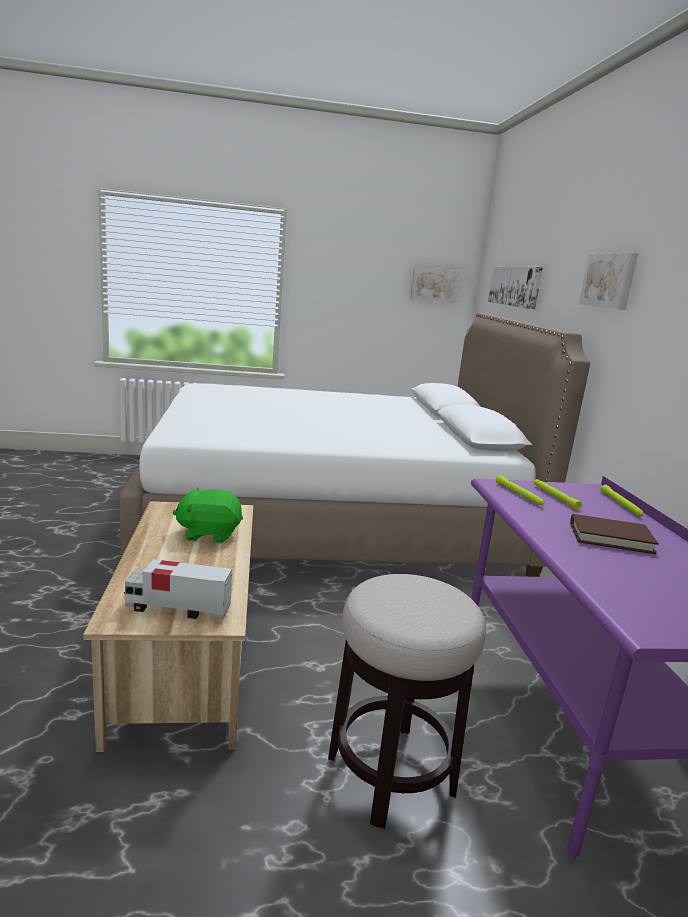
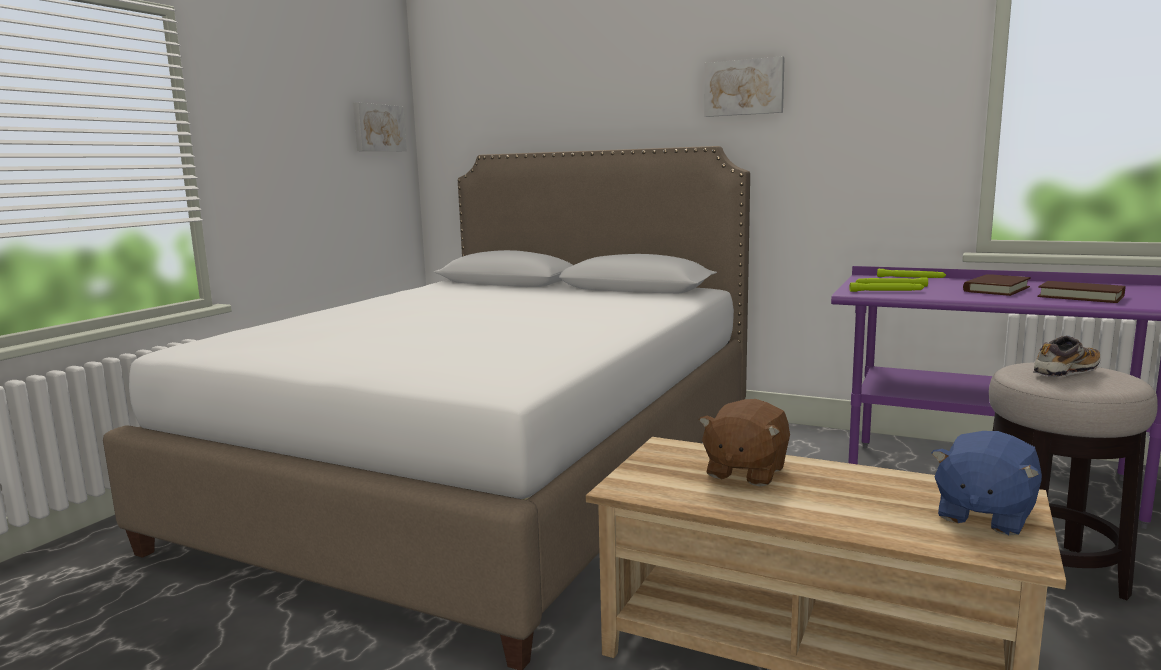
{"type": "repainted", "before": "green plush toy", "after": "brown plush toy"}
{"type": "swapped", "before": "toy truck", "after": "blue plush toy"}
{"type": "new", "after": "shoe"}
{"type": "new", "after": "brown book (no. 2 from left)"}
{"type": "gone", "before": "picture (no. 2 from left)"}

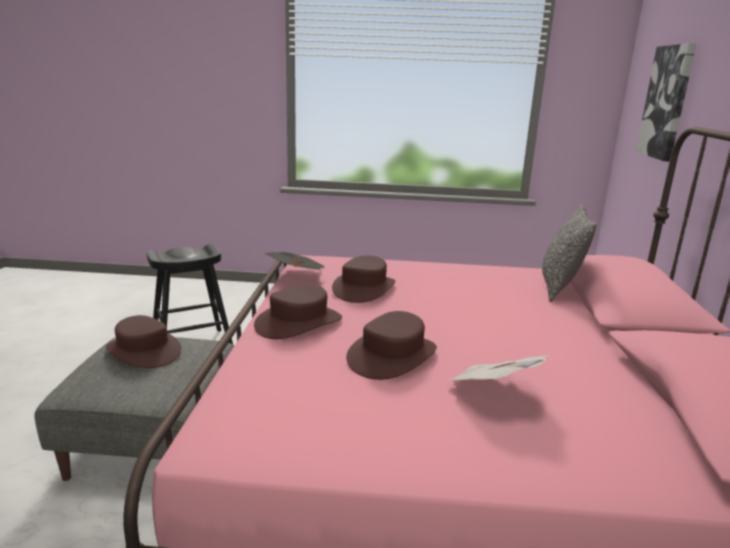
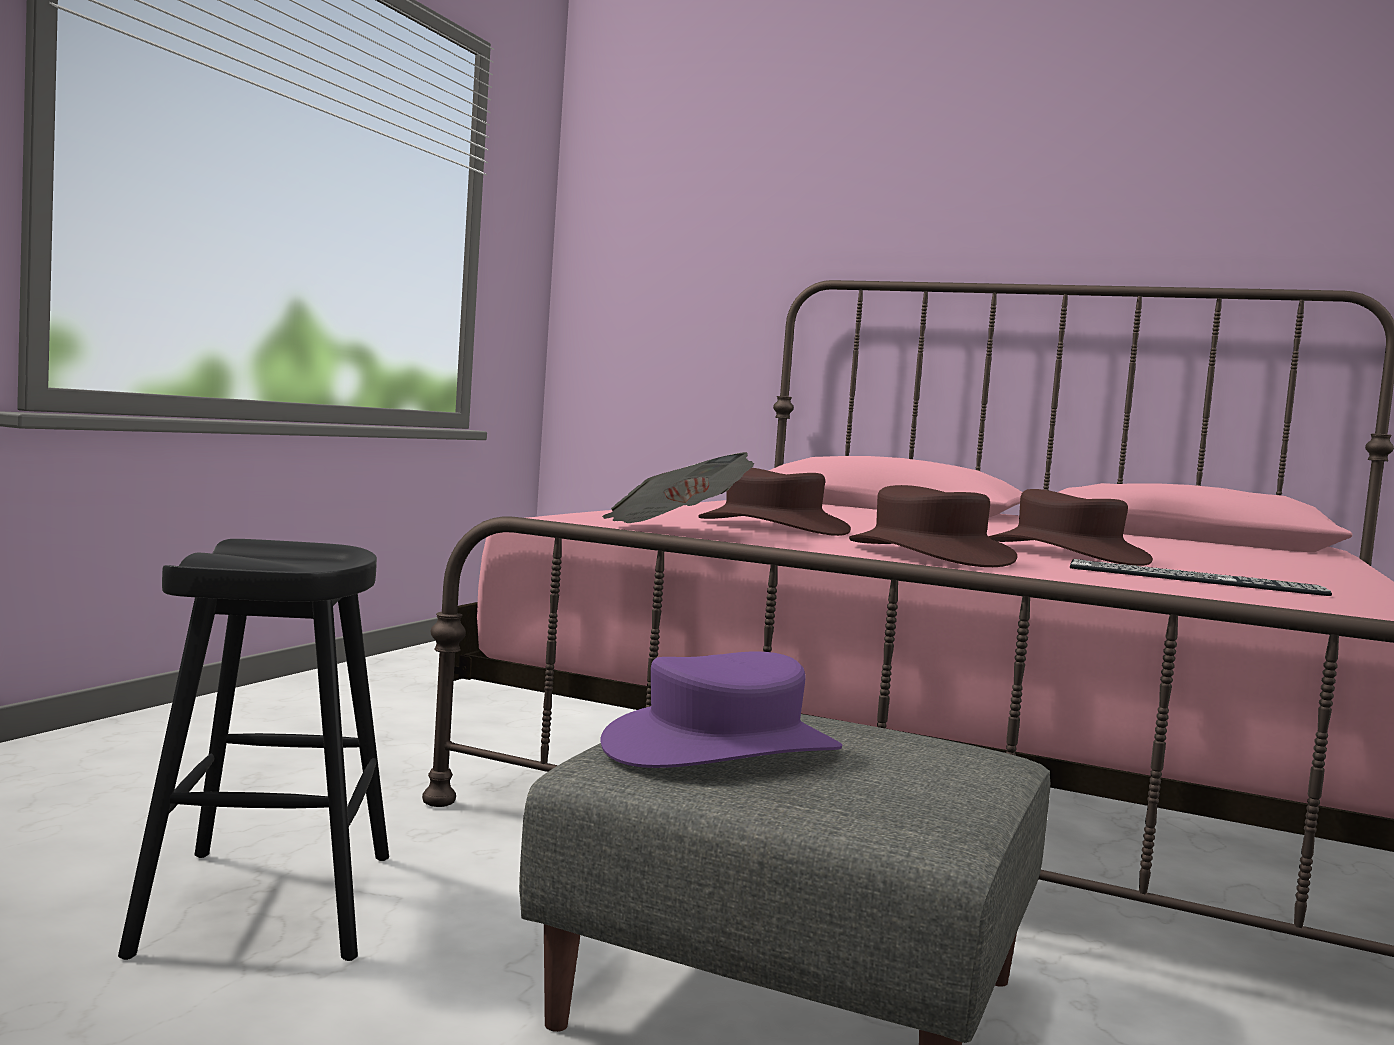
{"type": "repainted", "before": "brown hat (no. 1 from left)", "after": "purple hat"}
{"type": "new", "after": "keyboard"}
{"type": "gone", "before": "newspaper (no. 2 from left)"}
{"type": "gone", "before": "pillow"}
{"type": "gone", "before": "picture"}

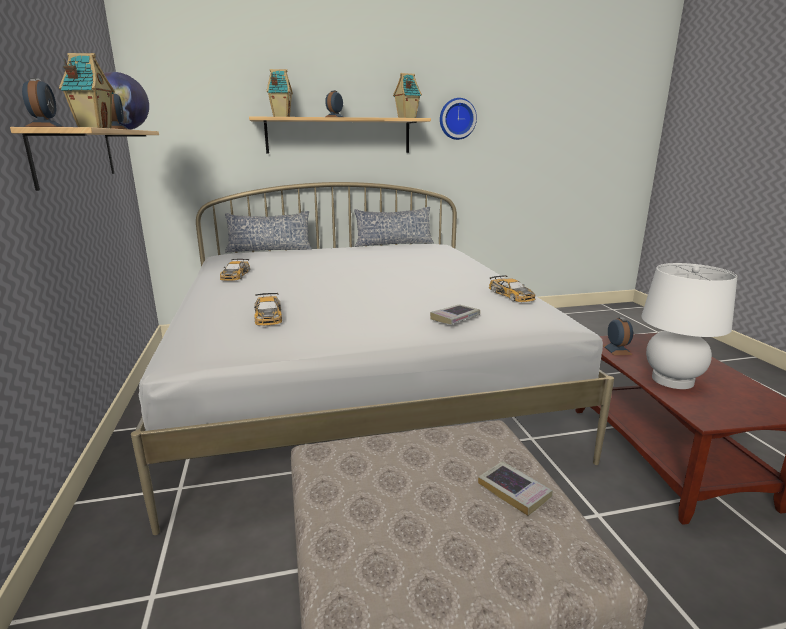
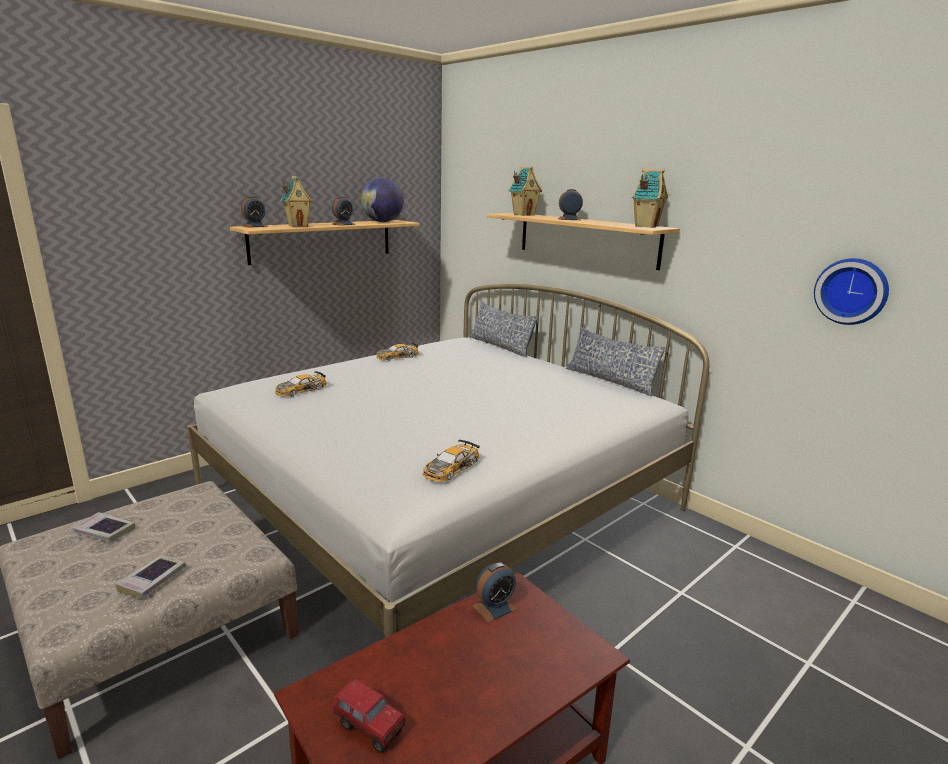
{"type": "shifted", "before": "book (no. 1 from left)"}
{"type": "new", "after": "toy truck"}
{"type": "shifted", "before": "wall clock"}
{"type": "gone", "before": "white table lamp"}

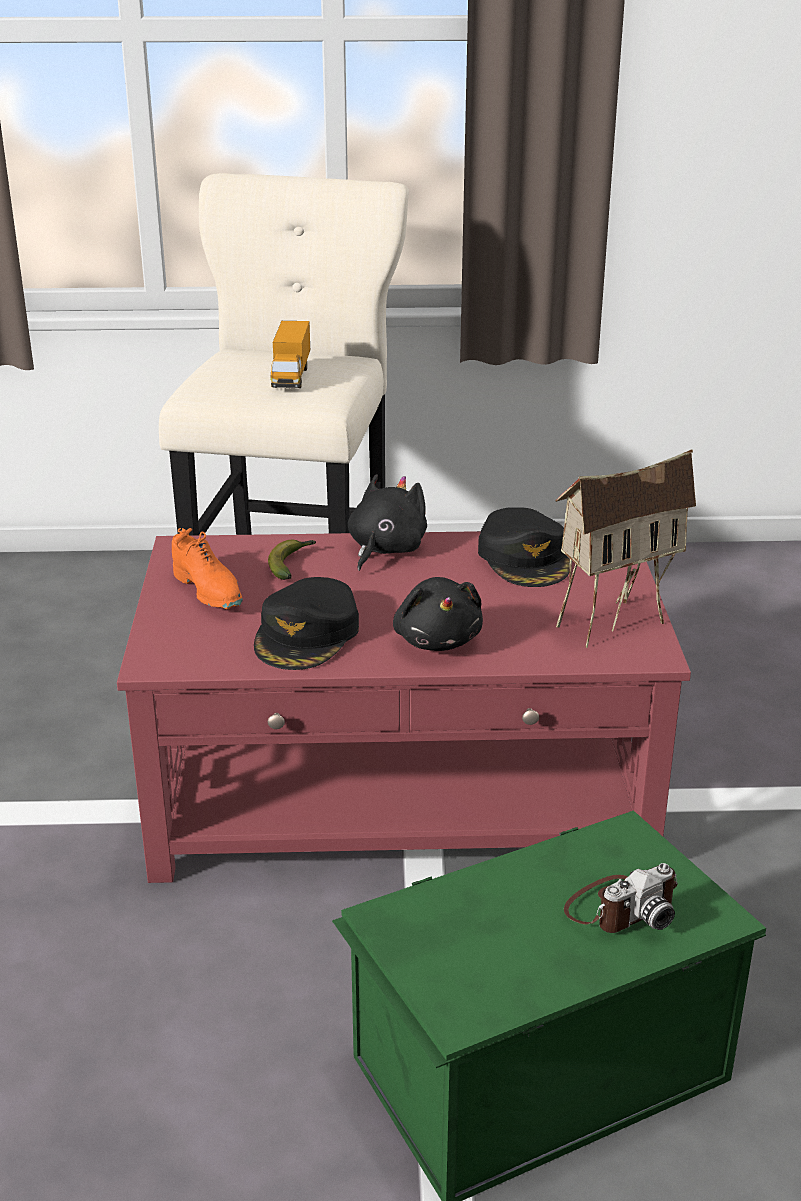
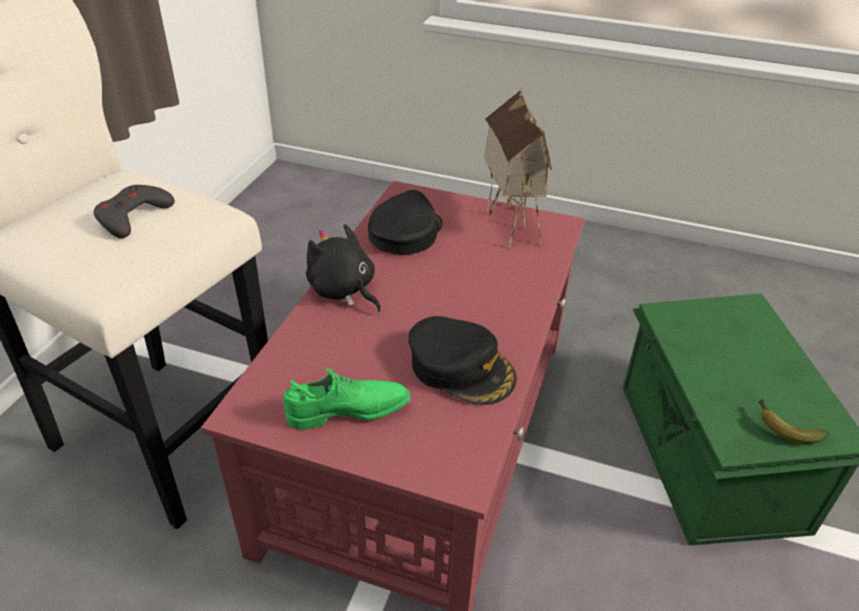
{"type": "swapped", "before": "toy truck", "after": "grey game controller"}
{"type": "repainted", "before": "orange shoe", "after": "green shoe"}
{"type": "rotated", "before": "black cap (no. 2 from left in the first image)", "turn": -75}
{"type": "shifted", "before": "banana"}
{"type": "gone", "before": "black plush toy (no. 2 from left)"}
{"type": "gone", "before": "photo camera"}

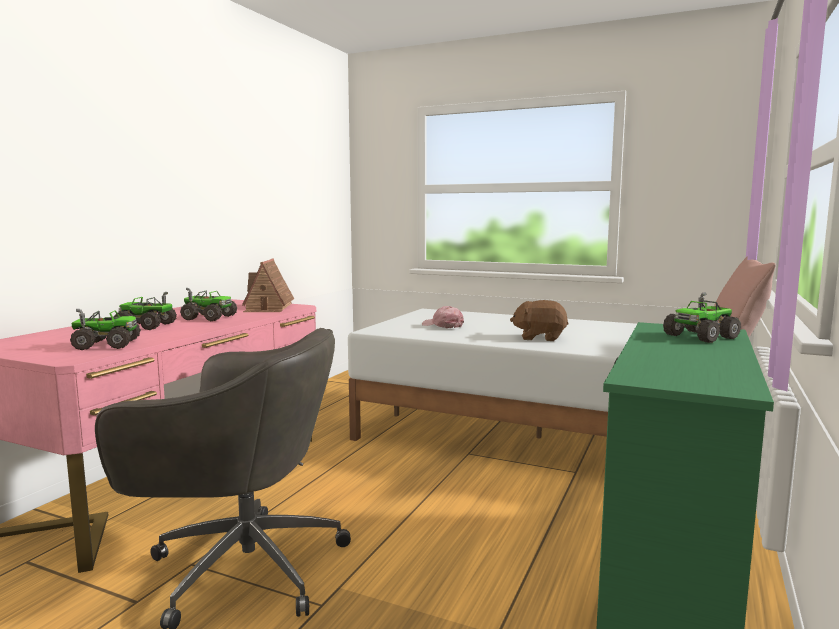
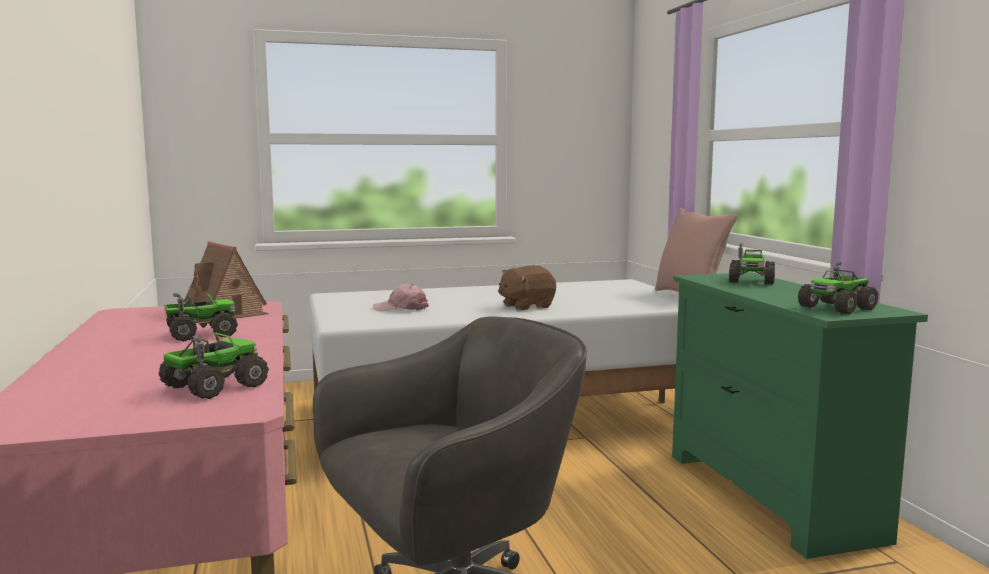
{"type": "shifted", "before": "toy truck (no. 2 from left in the first image)", "after": "toy truck (no. 4 from left)"}

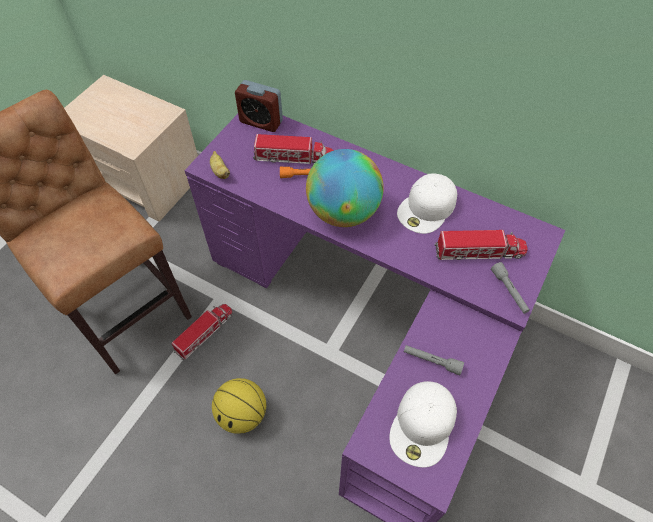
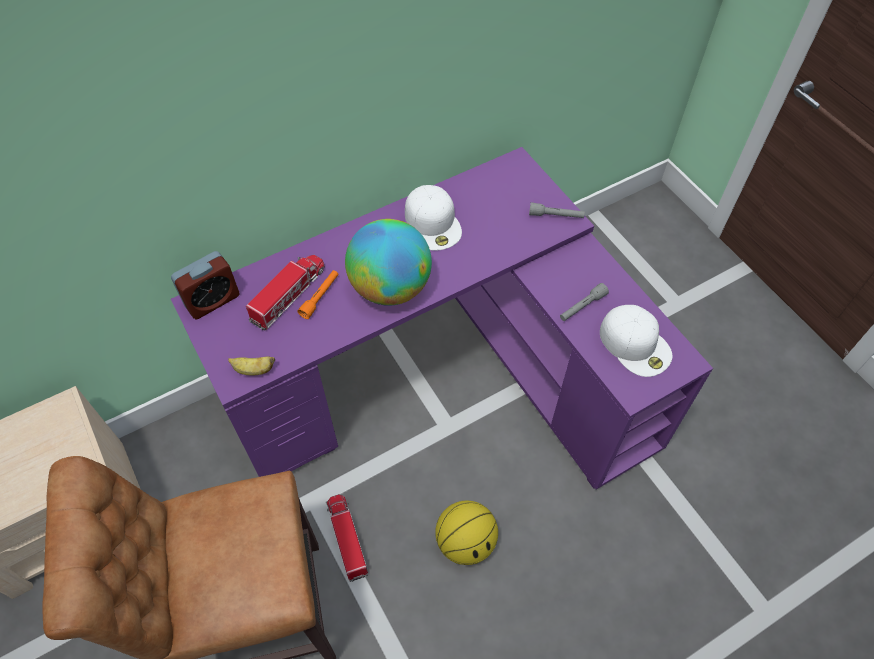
{"type": "gone", "before": "toy truck (no. 3 from left)"}

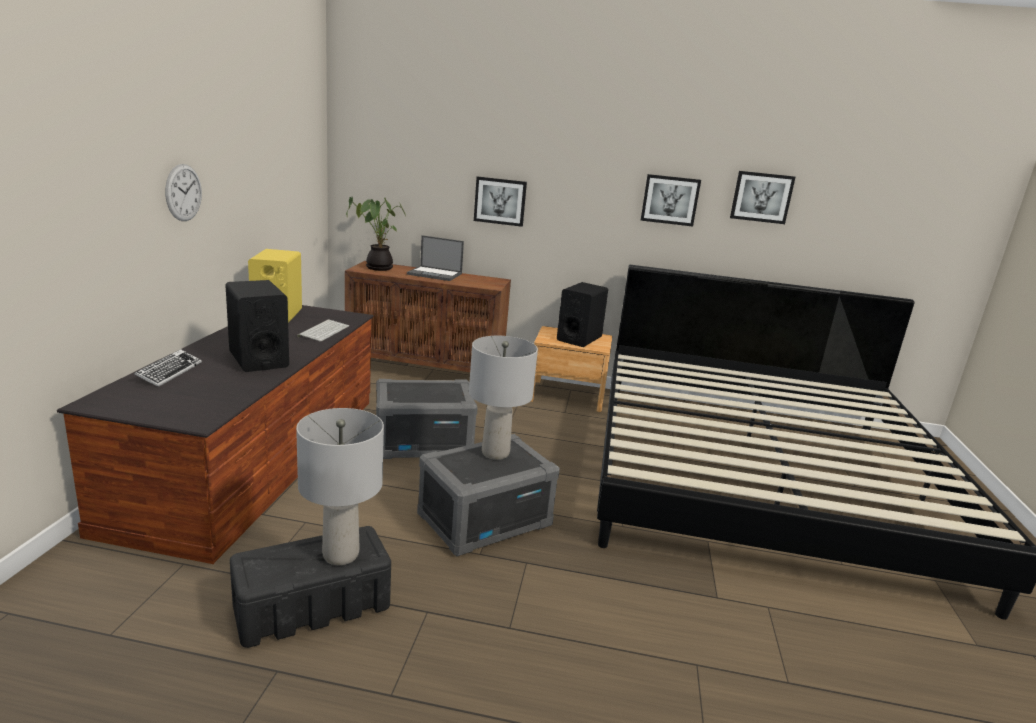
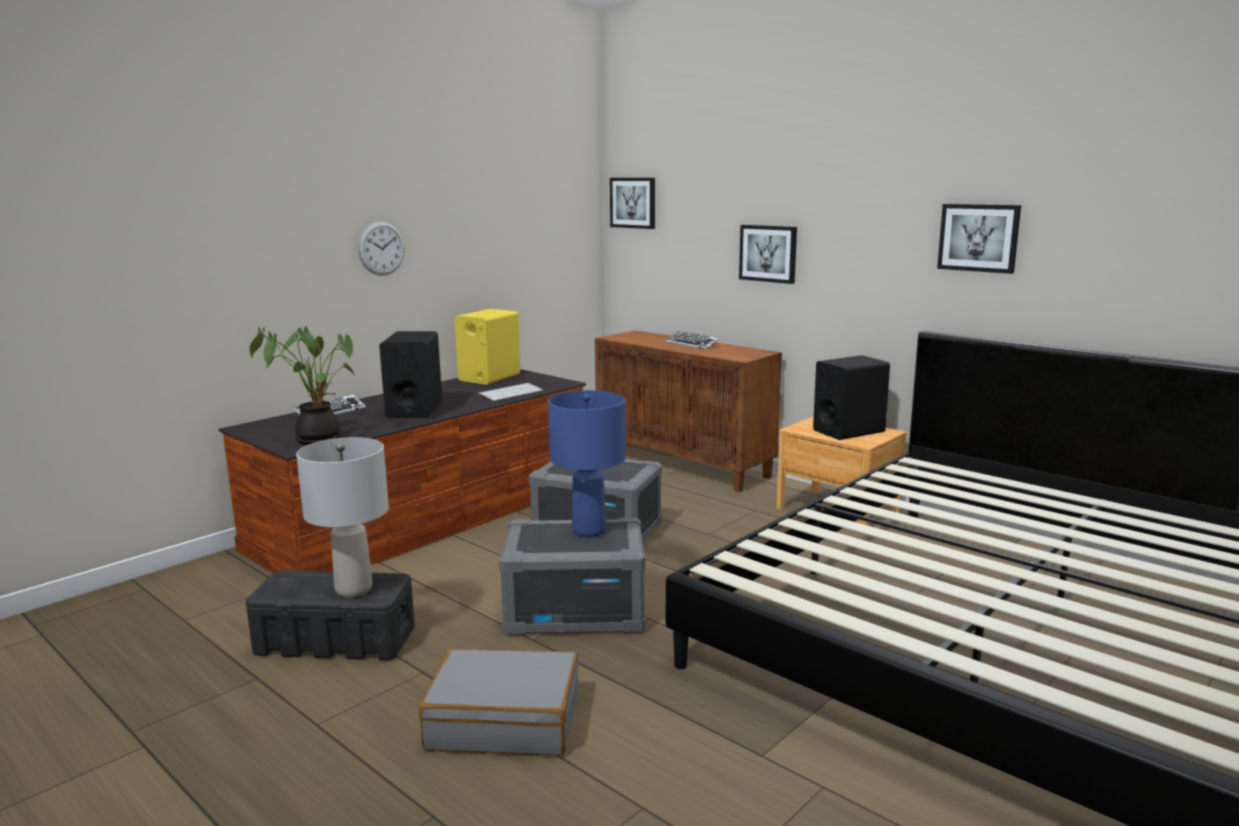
{"type": "shifted", "before": "potted plant"}
{"type": "new", "after": "grey suitcase"}
{"type": "repainted", "before": "grey table lamp (no. 2 from left)", "after": "blue table lamp"}
{"type": "shifted", "before": "picture (no. 3 from left in the first image)", "after": "picture (no. 1 from left)"}
{"type": "swapped", "before": "laptop", "after": "keyboard (no. 3 from left)"}

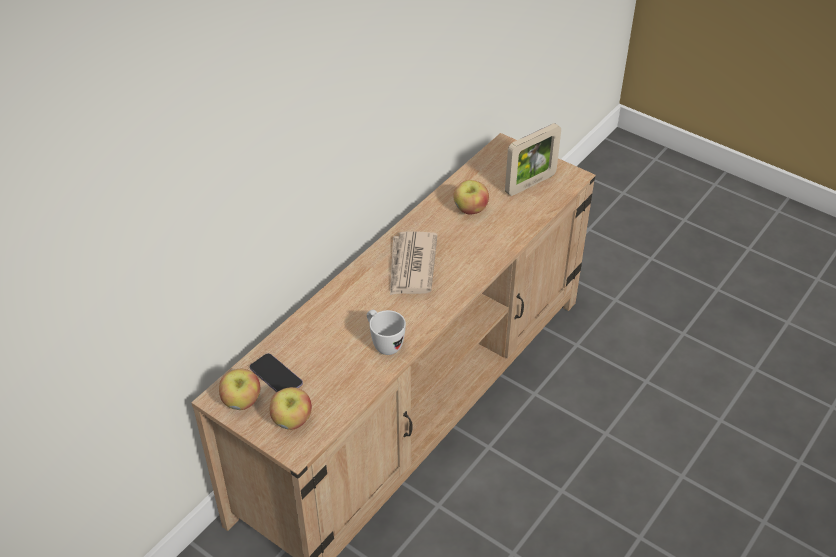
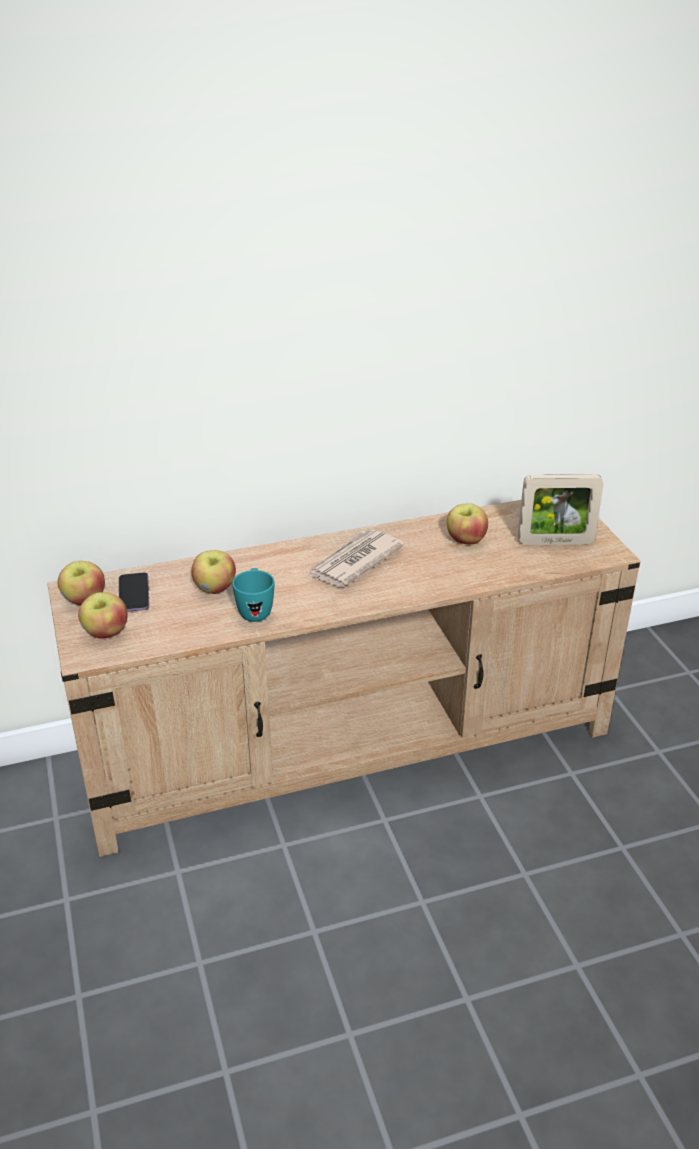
{"type": "new", "after": "apple (no. 3 from left)"}
{"type": "repainted", "before": "white mug", "after": "turquoise mug"}

